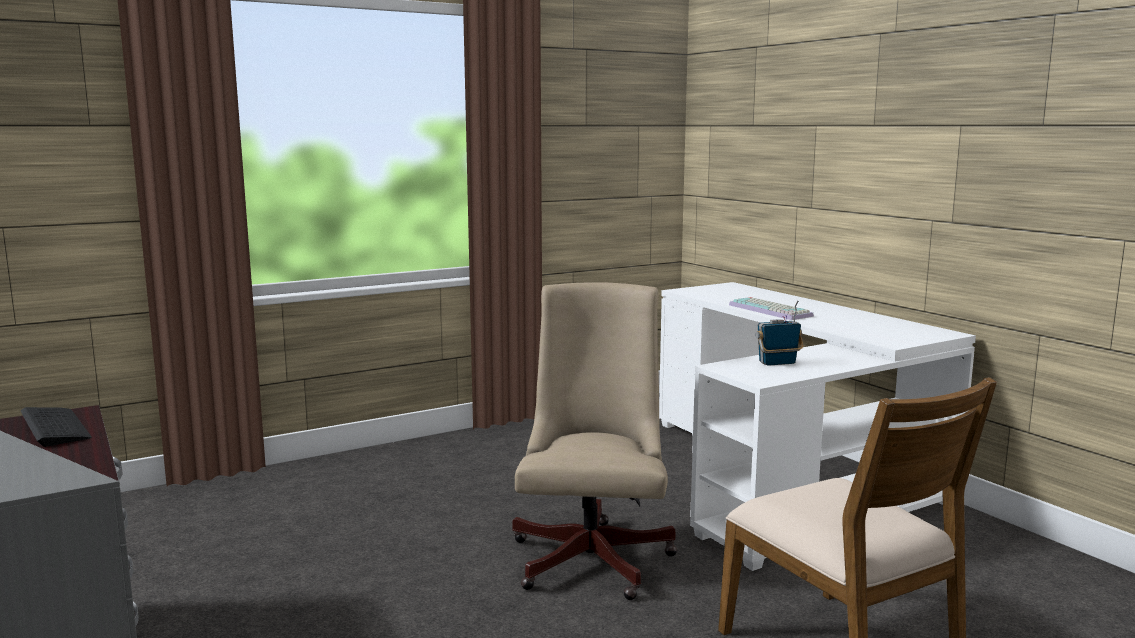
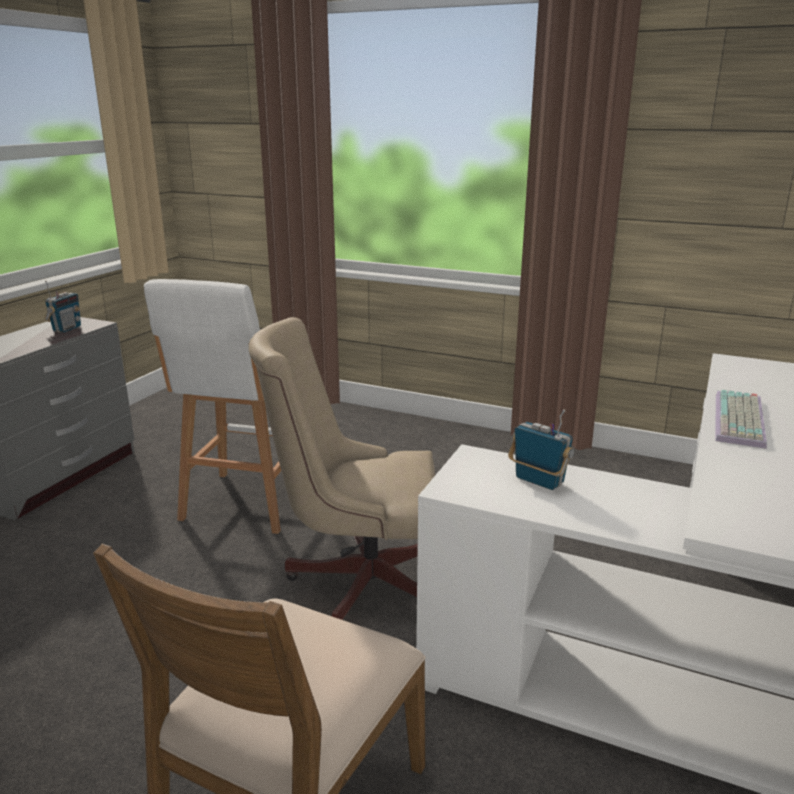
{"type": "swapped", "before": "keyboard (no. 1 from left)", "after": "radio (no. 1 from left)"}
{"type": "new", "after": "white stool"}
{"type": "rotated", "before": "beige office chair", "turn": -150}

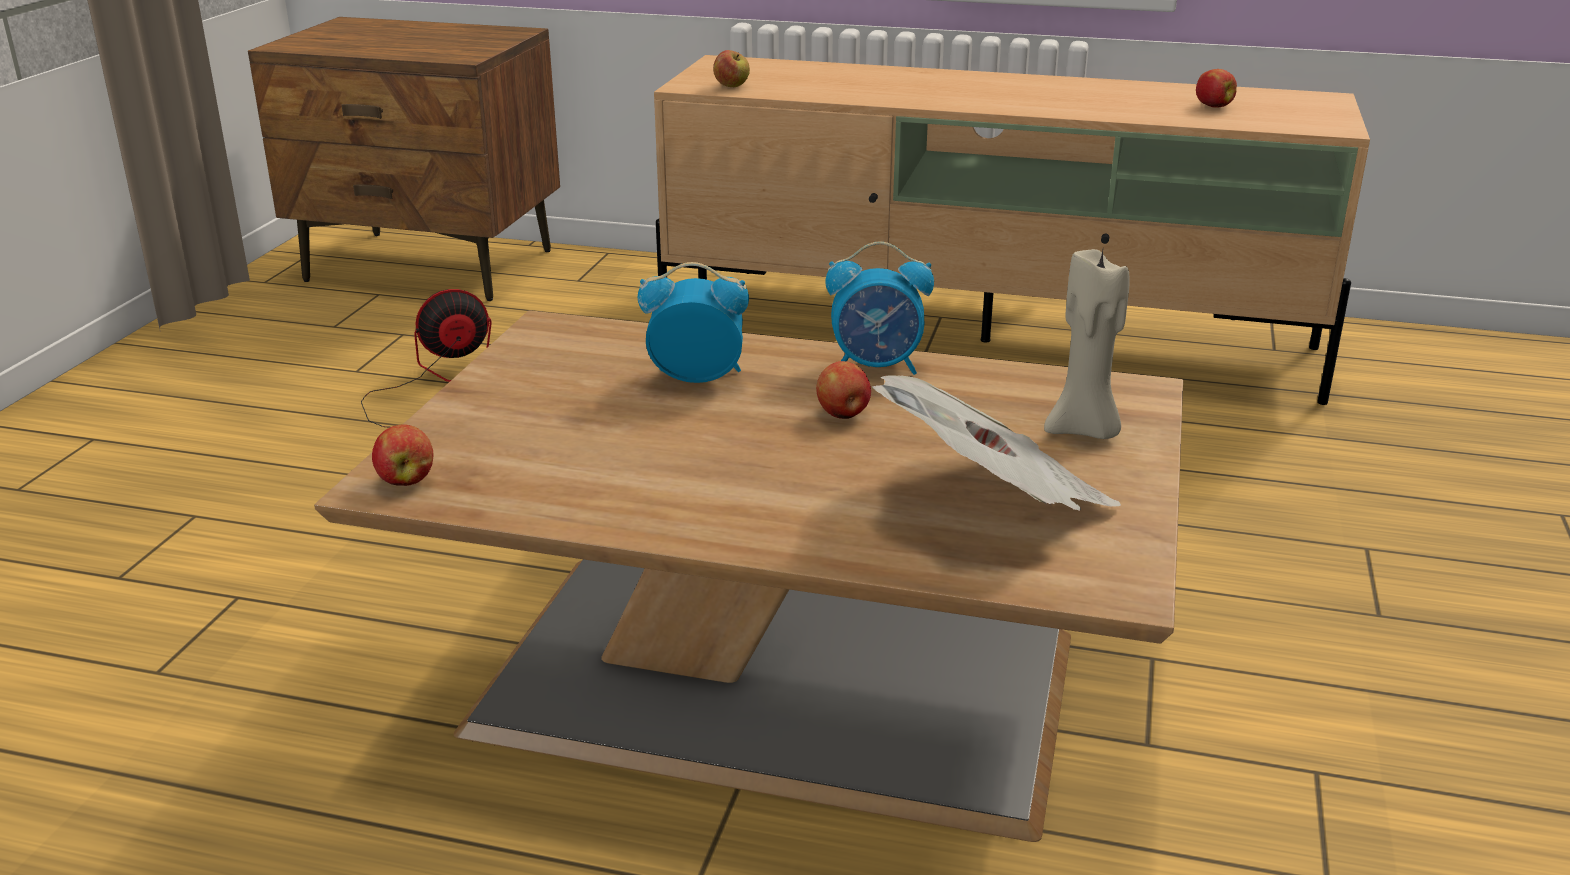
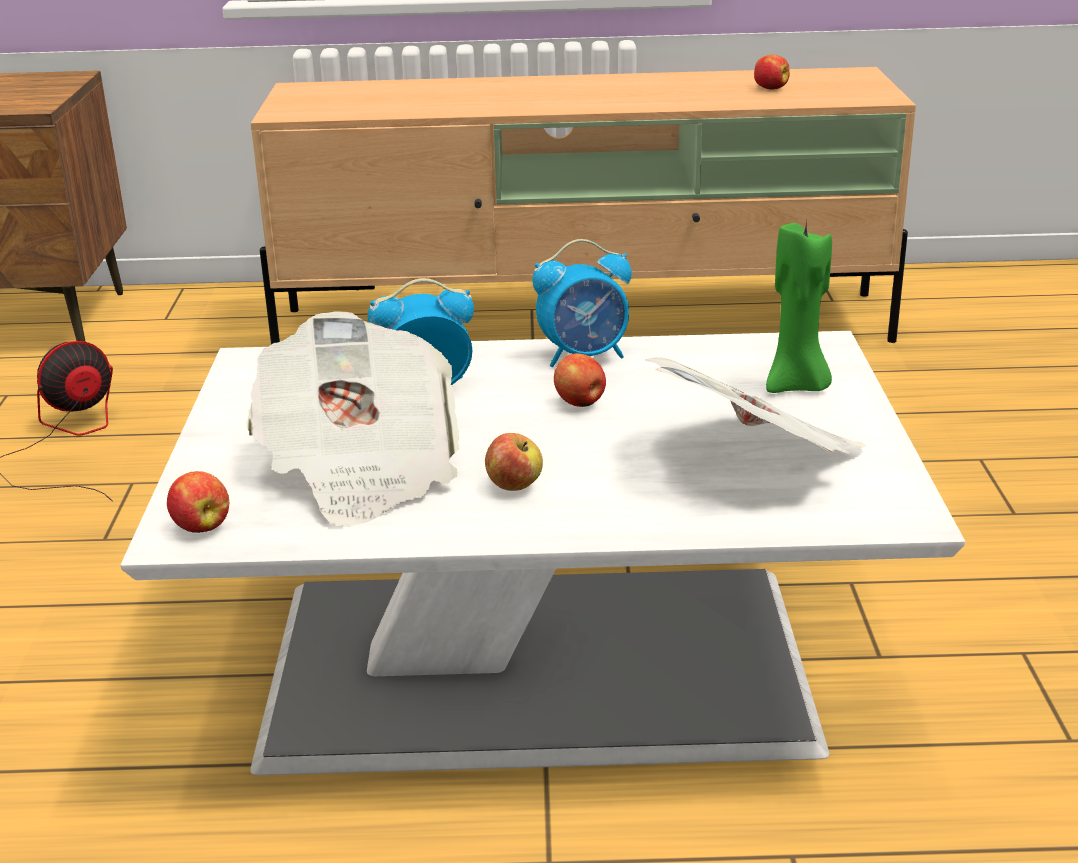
{"type": "repainted", "before": "brown coffee table", "after": "white coffee table"}
{"type": "new", "after": "newspaper (no. 1 from left)"}
{"type": "shifted", "before": "apple (no. 2 from left)"}
{"type": "repainted", "before": "beige candle", "after": "green candle"}

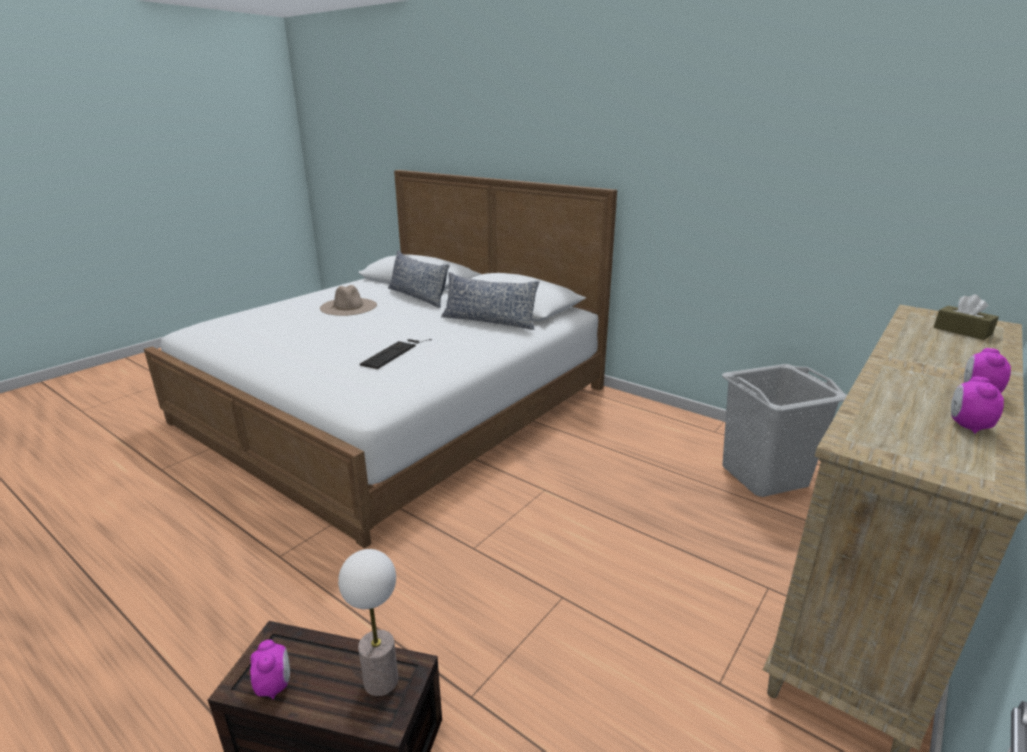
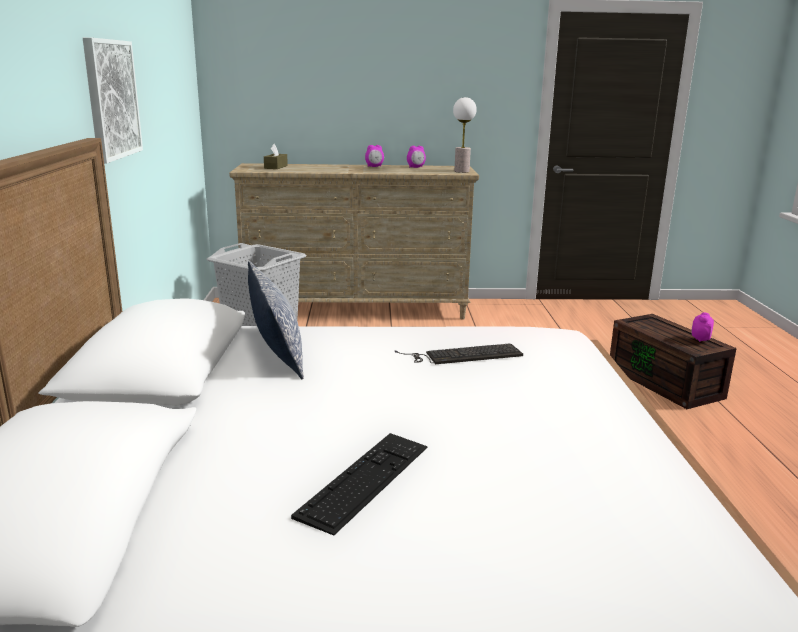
{"type": "new", "after": "picture"}
{"type": "swapped", "before": "beige hat", "after": "keyboard (no. 1 from left)"}
{"type": "shifted", "before": "table lamp"}
{"type": "gone", "before": "pillow (no. 1 from left)"}

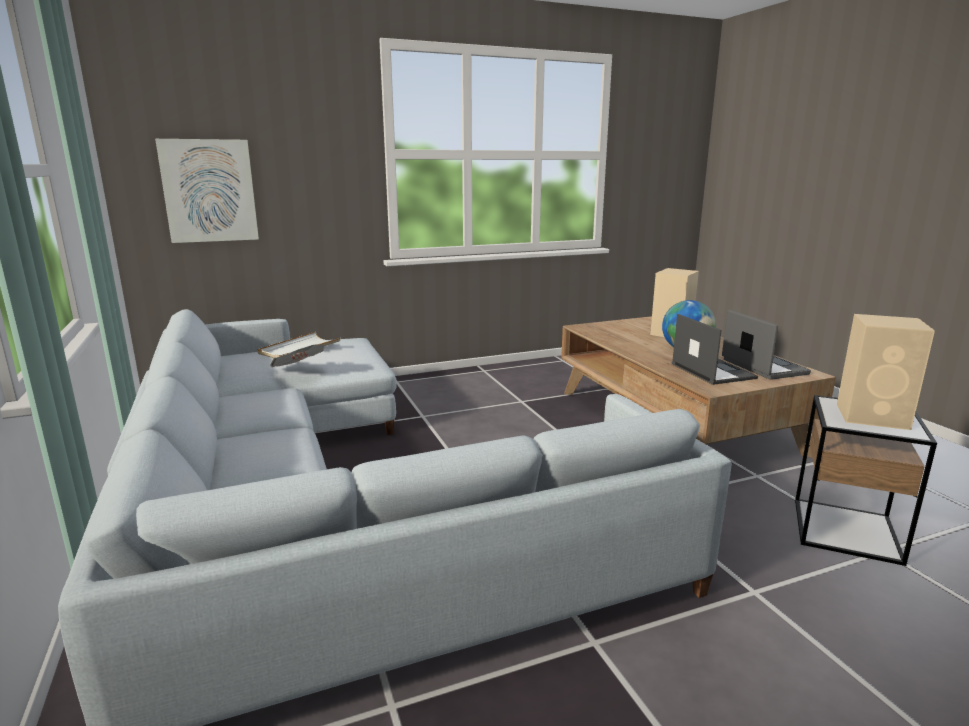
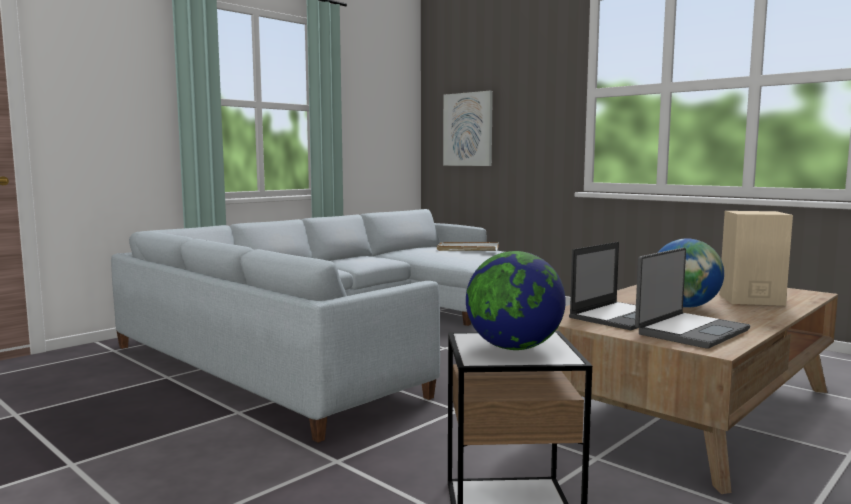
{"type": "swapped", "before": "beige speaker (no. 2 from left)", "after": "globe (no. 1 from left)"}
{"type": "gone", "before": "newspaper"}

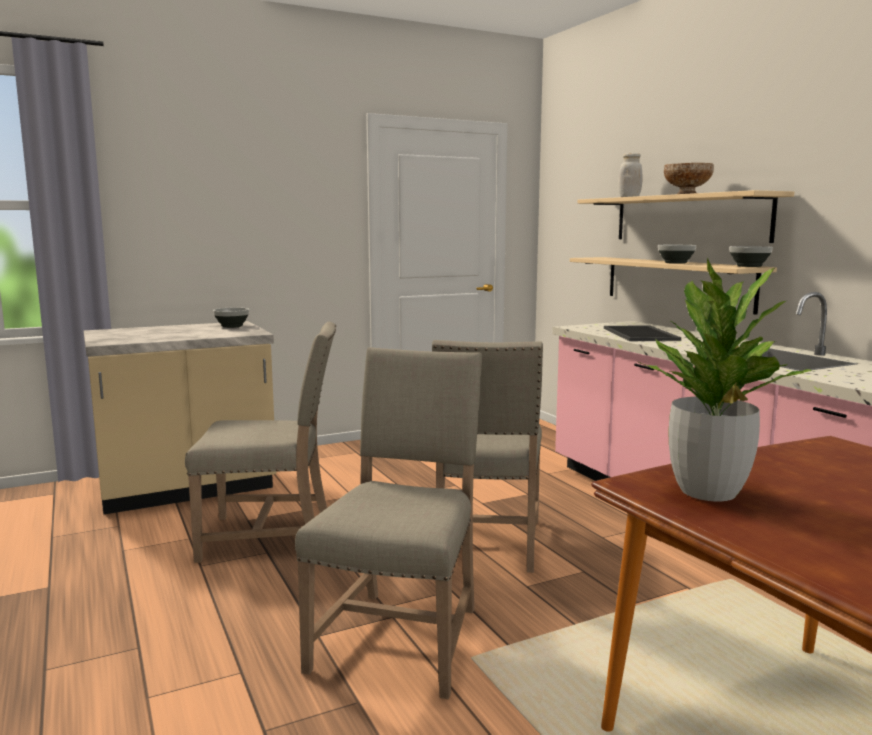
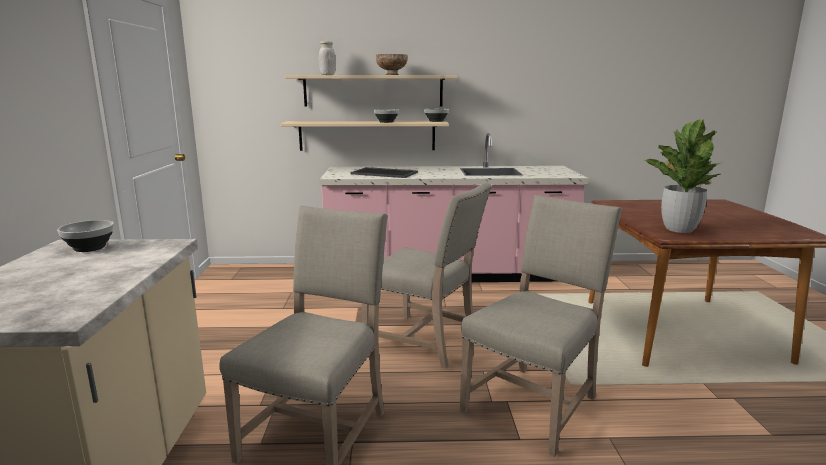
{"type": "rotated", "before": "beige chair (no. 2 from left in the first image)", "turn": 90}

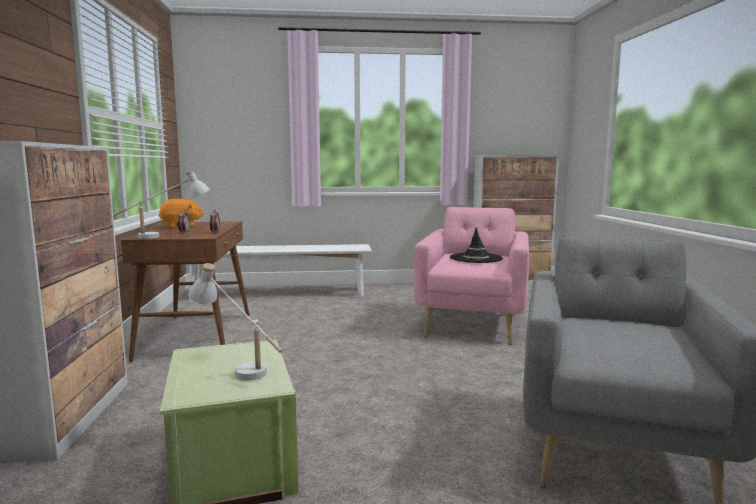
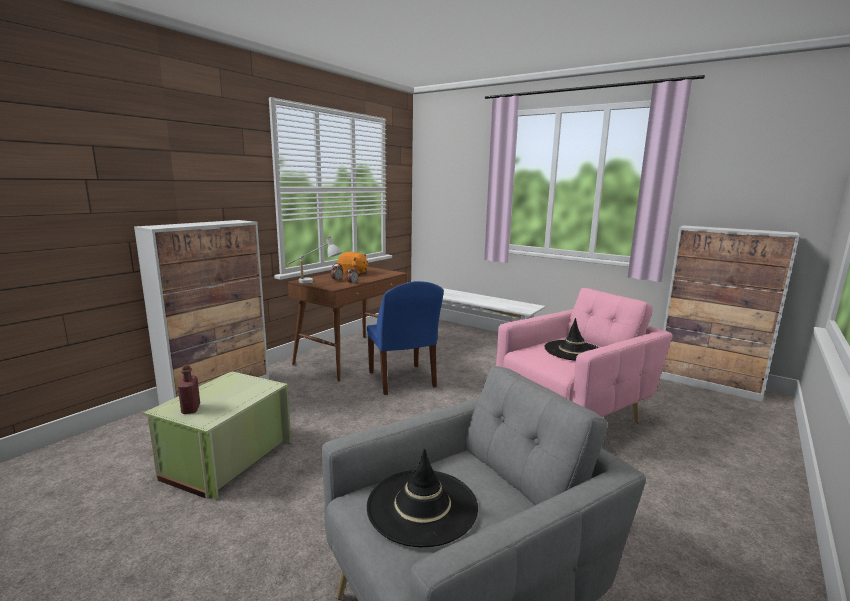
{"type": "new", "after": "red bottle"}
{"type": "new", "after": "blue chair"}
{"type": "new", "after": "black hat (no. 1 from left)"}
{"type": "gone", "before": "white table lamp (no. 2 from left)"}

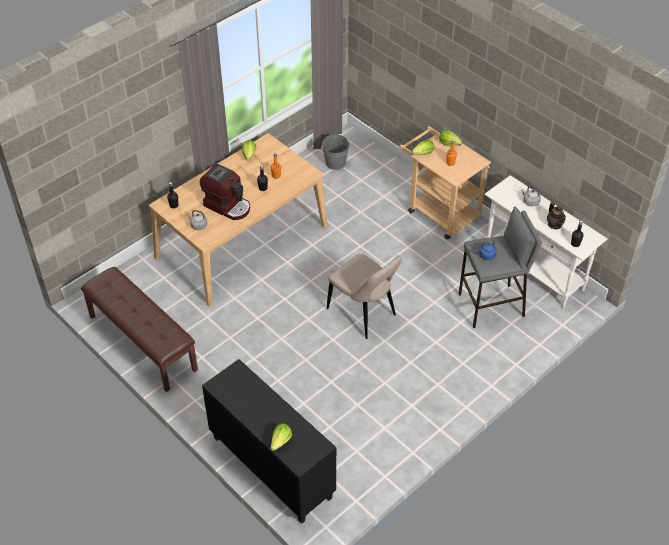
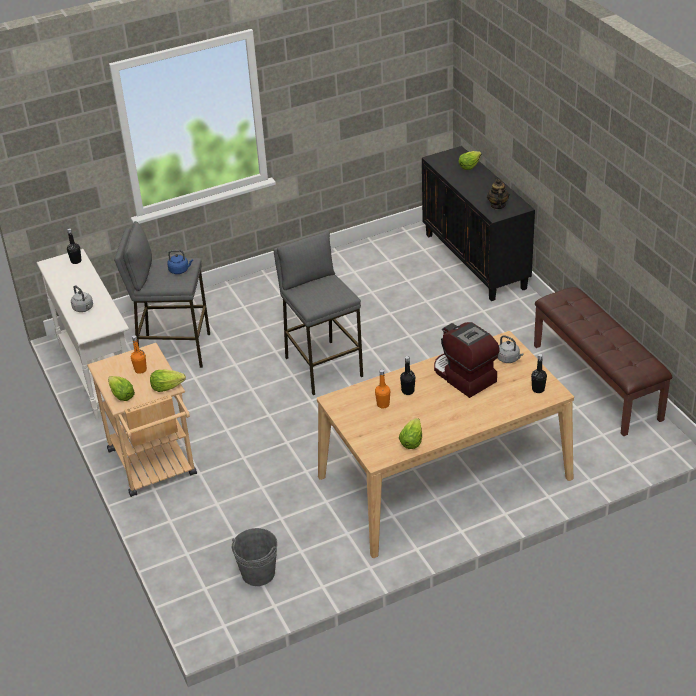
{"type": "swapped", "before": "beige chair", "after": "grey stool (no. 2 from left)"}
{"type": "shifted", "before": "teapot"}

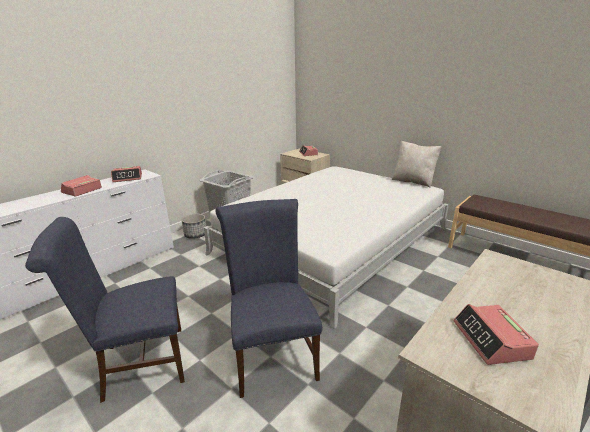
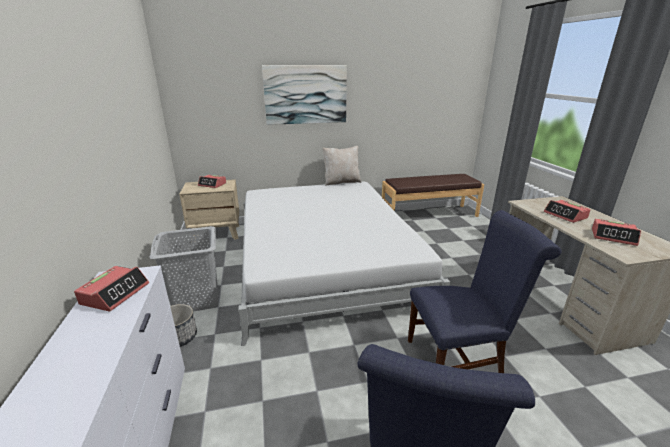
{"type": "new", "after": "picture"}
{"type": "rotated", "before": "blue chair (no. 2 from left)", "turn": 150}
{"type": "shifted", "before": "alarm clock (no. 1 from left in the first image)", "after": "alarm clock (no. 3 from left)"}

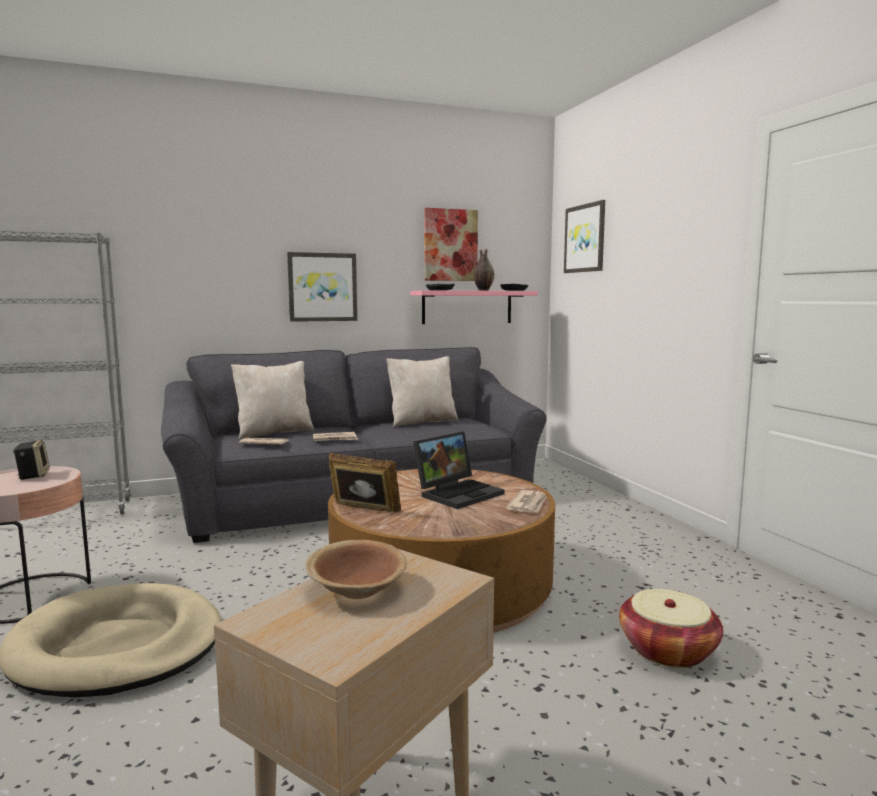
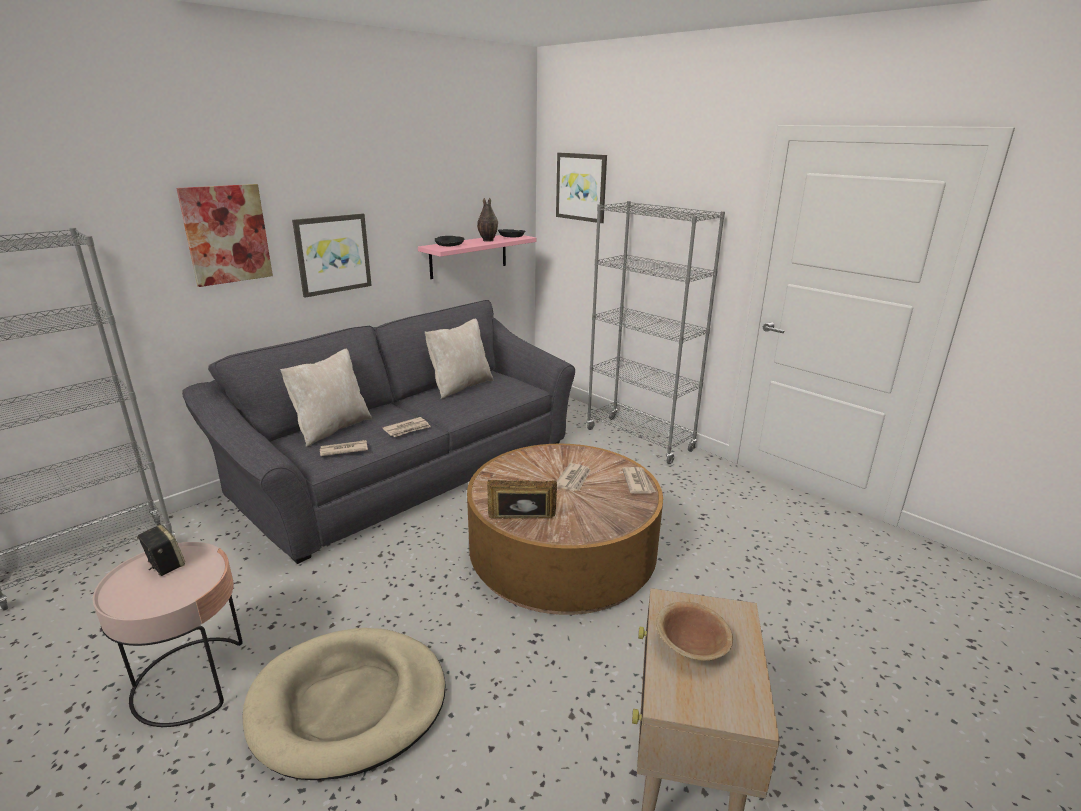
{"type": "shifted", "before": "picture (no. 2 from left in the first image)", "after": "picture (no. 1 from left)"}
{"type": "swapped", "before": "laptop", "after": "newspaper (no. 3 from left)"}
{"type": "new", "after": "grey bookcase (no. 2 from left)"}
{"type": "gone", "before": "basket"}

